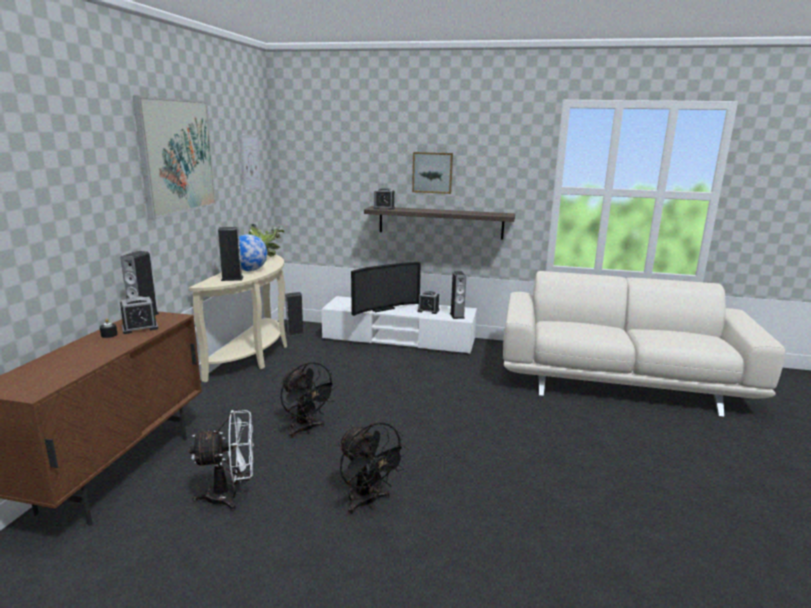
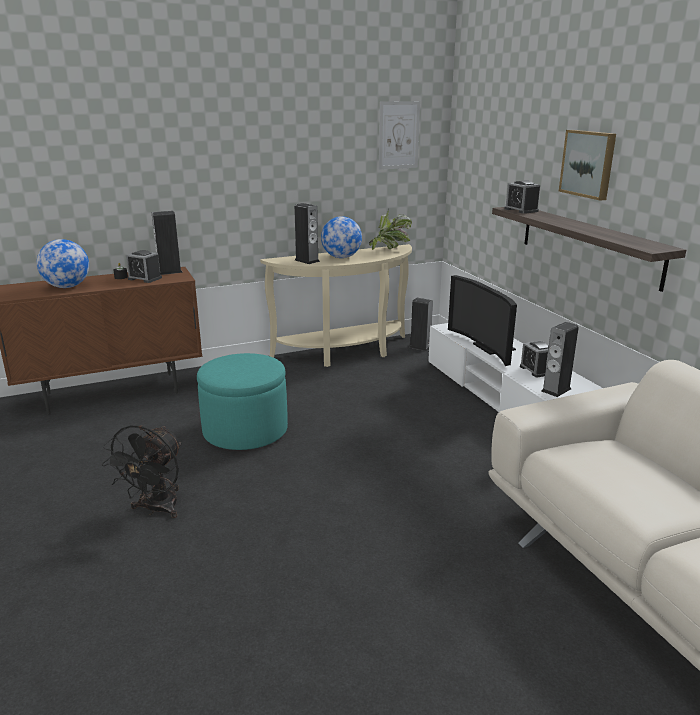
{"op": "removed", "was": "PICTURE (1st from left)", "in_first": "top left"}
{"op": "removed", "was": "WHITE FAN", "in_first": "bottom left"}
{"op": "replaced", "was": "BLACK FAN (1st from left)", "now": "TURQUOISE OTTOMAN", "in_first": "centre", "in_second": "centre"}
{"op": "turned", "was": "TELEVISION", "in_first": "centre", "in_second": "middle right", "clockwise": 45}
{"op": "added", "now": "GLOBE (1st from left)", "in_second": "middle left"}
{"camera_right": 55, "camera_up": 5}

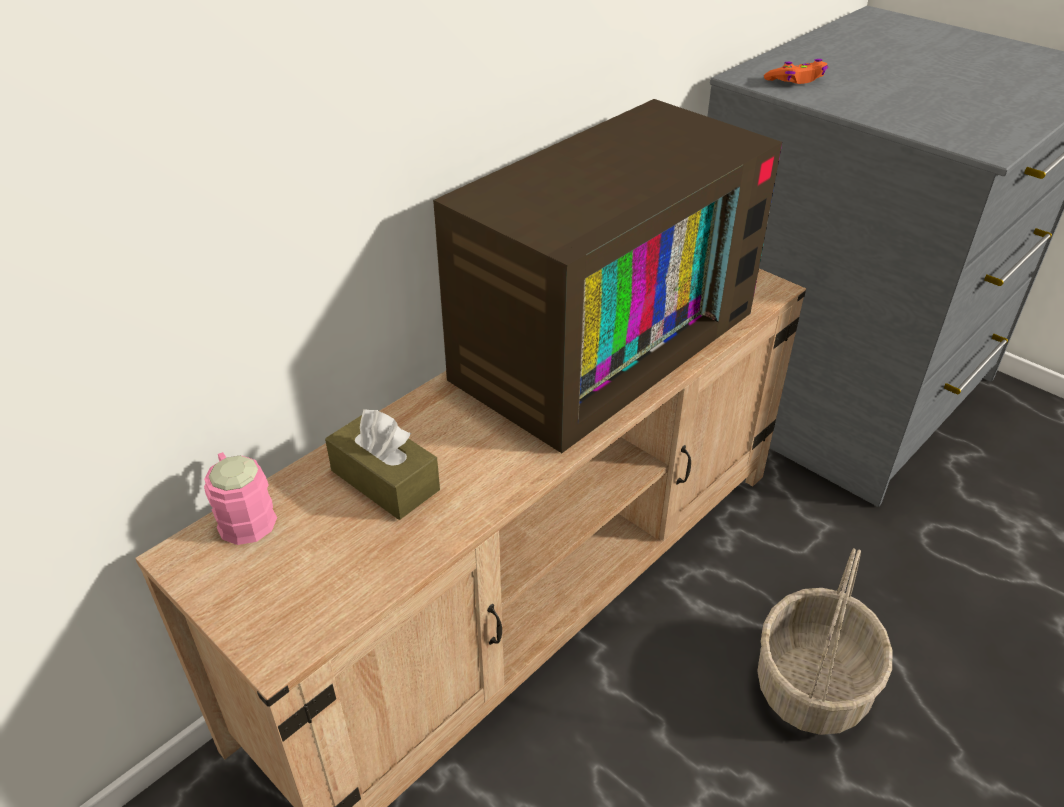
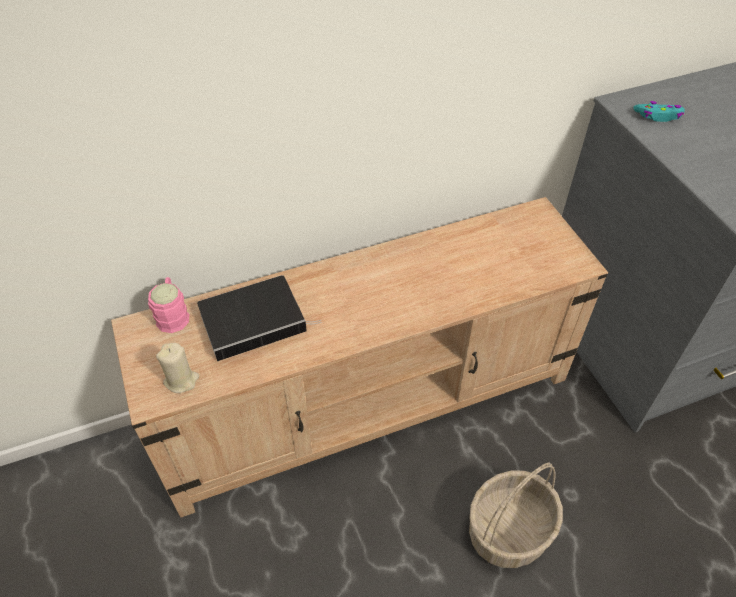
{"op": "replaced", "was": "BROWN TISSUE BOX", "now": "BOOK", "in_first": "centre", "in_second": "centre"}
{"op": "removed", "was": "TELEVISION", "in_first": "centre"}
{"op": "recoloured", "was": "ORANGE GAME CONTROLLER", "now": "TURQUOISE GAME CONTROLLER", "in_first": "top right", "in_second": "top right"}
{"op": "added", "now": "BEIGE CANDLE", "in_second": "middle left"}
{"camera_right": 25, "camera_up": 10}

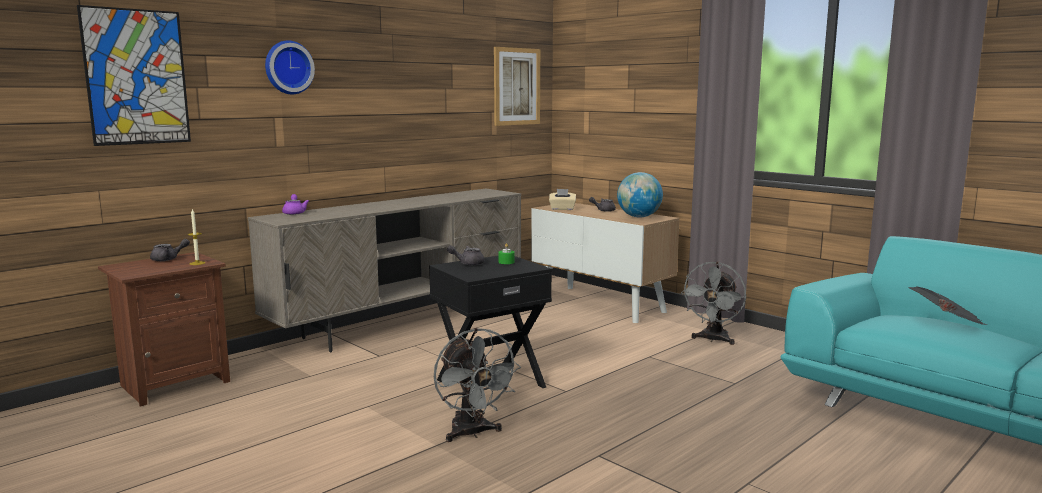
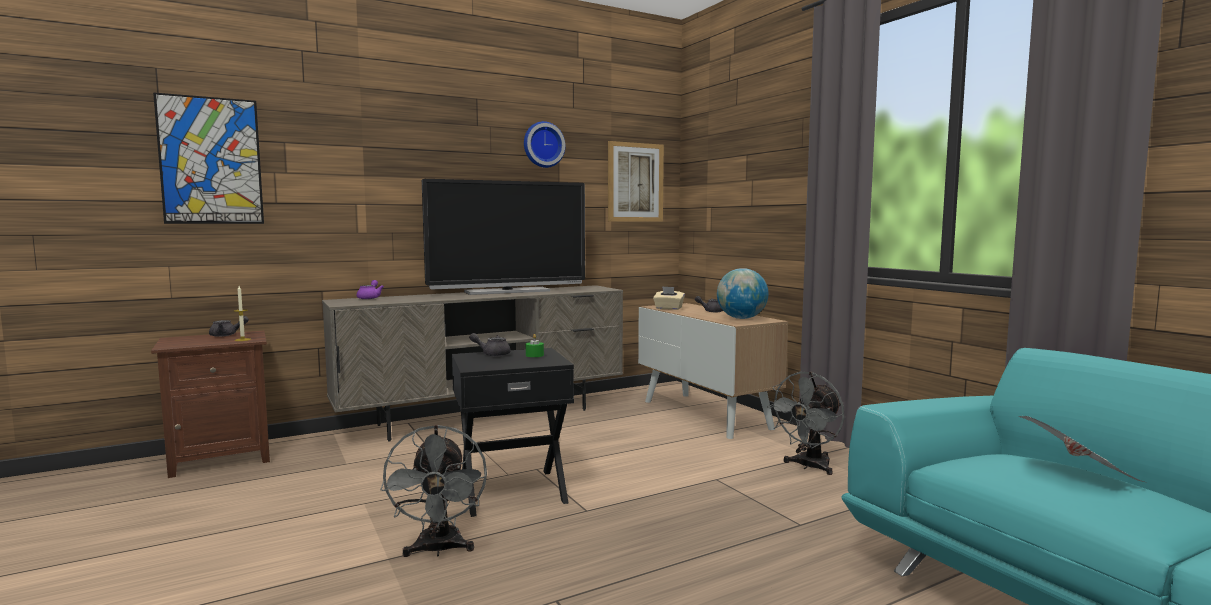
{"op": "moved", "was": "WALL CLOCK", "in_first": "top left", "in_second": "top centre"}
{"op": "added", "now": "TELEVISION", "in_second": "centre"}
{"camera_right": 15, "camera_up": -5}

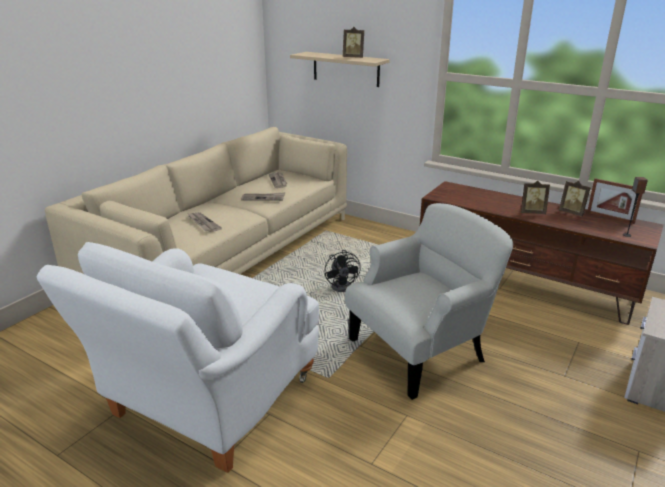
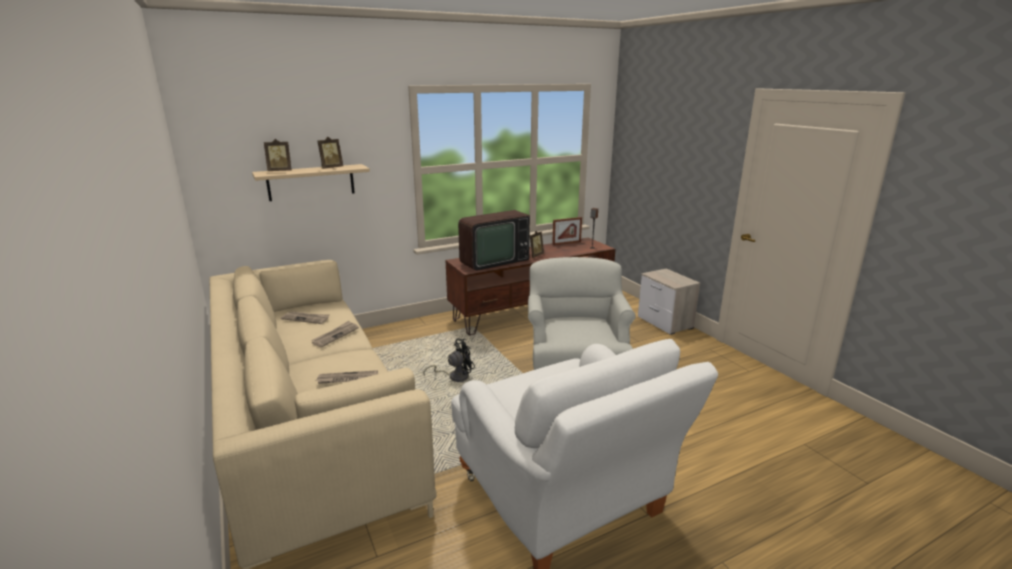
{"op": "turned", "was": "BLACK FAN", "in_first": "centre", "in_second": "centre", "clockwise": -45}
{"op": "moved", "was": "PICTURE FRAME (3rd from left in the first image)", "now": "PICTURE FRAME (1st from left)", "in_first": "middle right", "in_second": "top left"}
{"op": "added", "now": "TELEVISION", "in_second": "centre"}
{"camera_right": -60, "camera_up": -5}

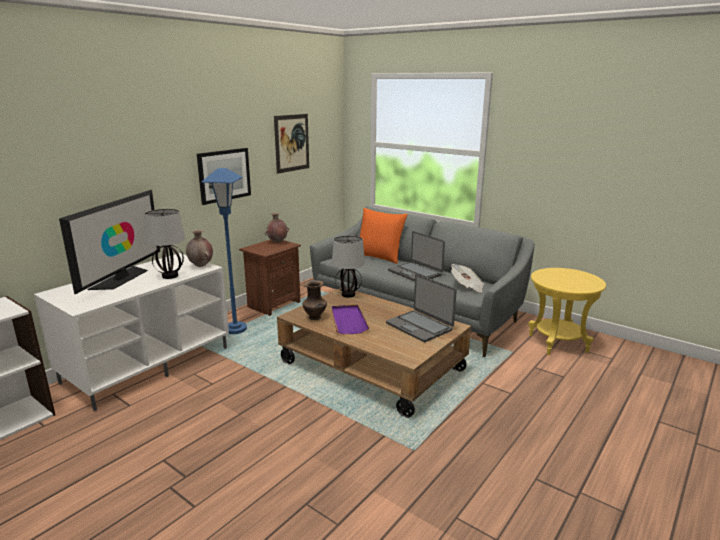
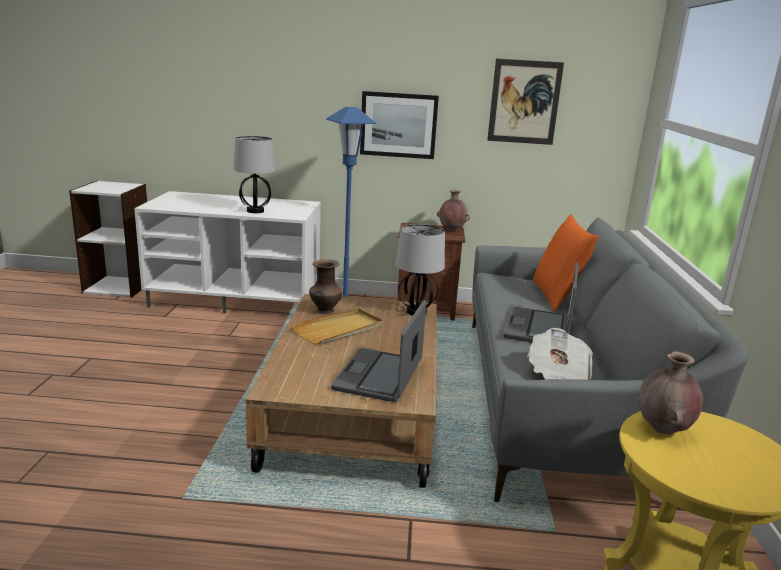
{"op": "removed", "was": "TELEVISION", "in_first": "middle left"}
{"op": "moved", "was": "BROWN VASE (1st from left in the first image)", "now": "BROWN VASE (3rd from left)", "in_first": "middle left", "in_second": "bottom right"}
{"op": "recoloured", "was": "PURPLE TRAY", "now": "BEIGE TRAY", "in_first": "centre", "in_second": "centre"}
{"camera_right": 55, "camera_up": 0}

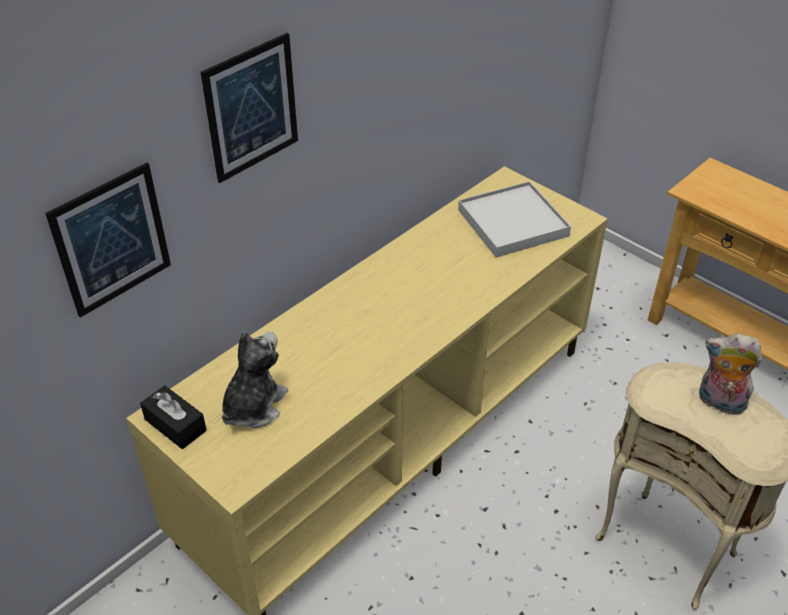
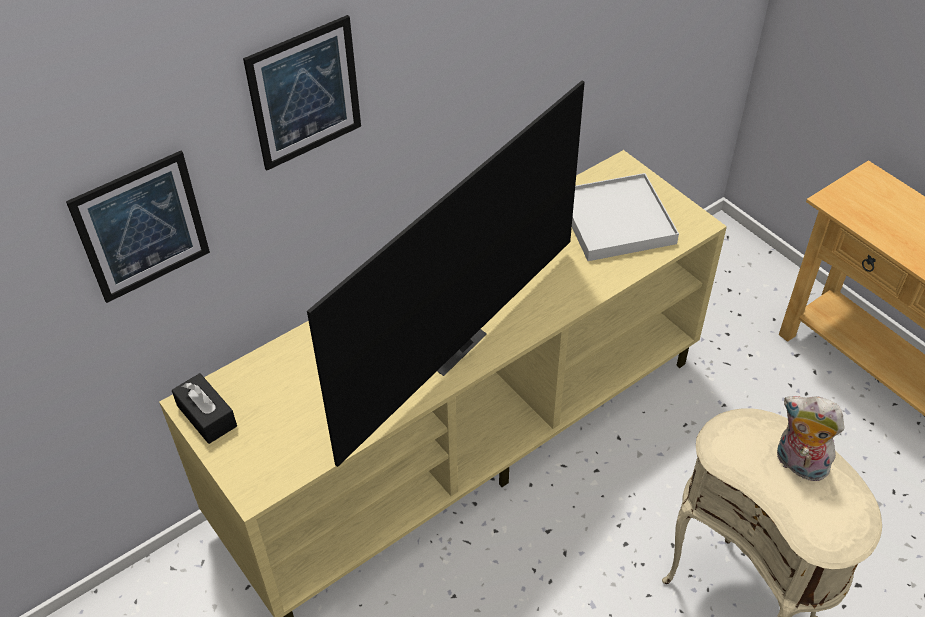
{"op": "removed", "was": "PLUSH TOY (1st from left)", "in_first": "middle left"}
{"op": "added", "now": "TELEVISION", "in_second": "centre"}
{"camera_right": 10, "camera_up": 5}

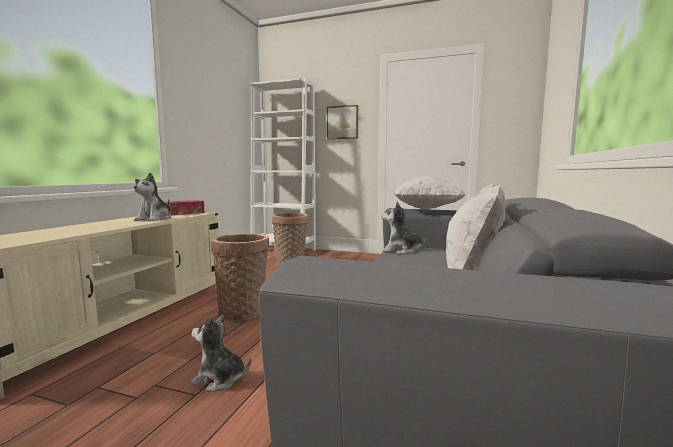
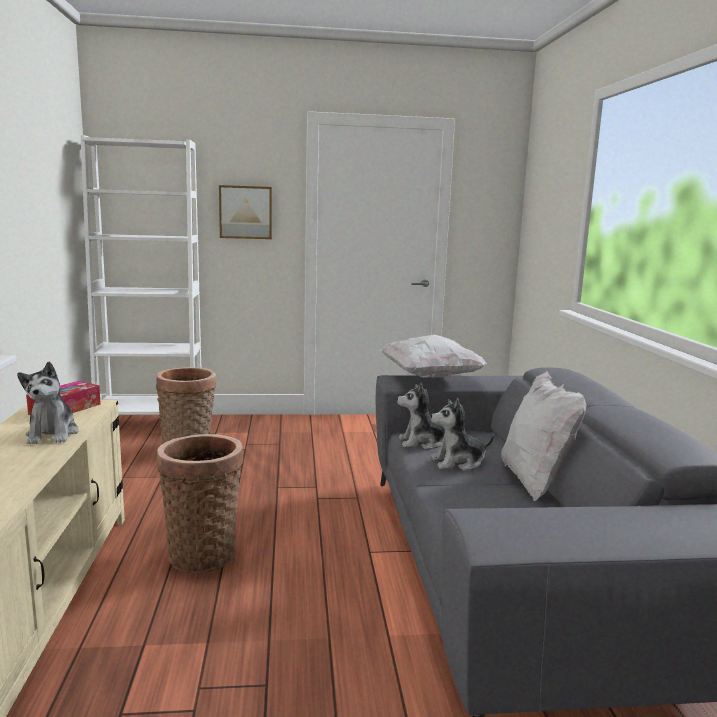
{"op": "moved", "was": "PLUSH TOY (2nd from left in the first image)", "now": "PLUSH TOY (3rd from left)", "in_first": "bottom left", "in_second": "centre"}
{"camera_right": -25, "camera_up": 5}

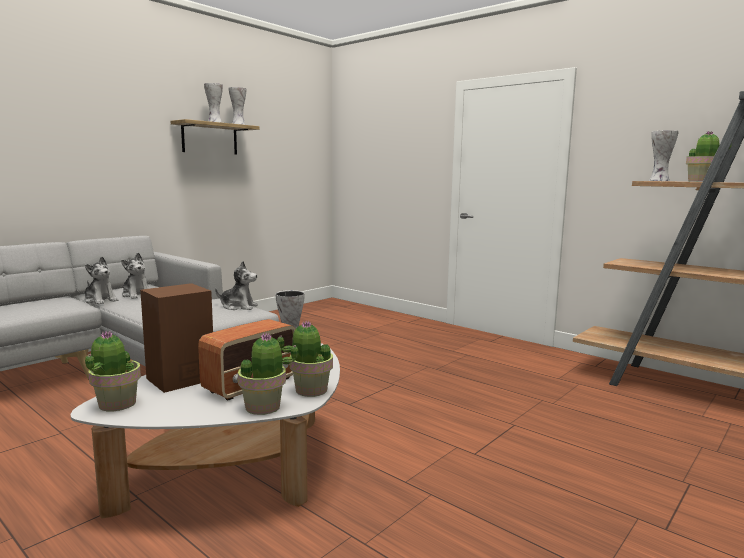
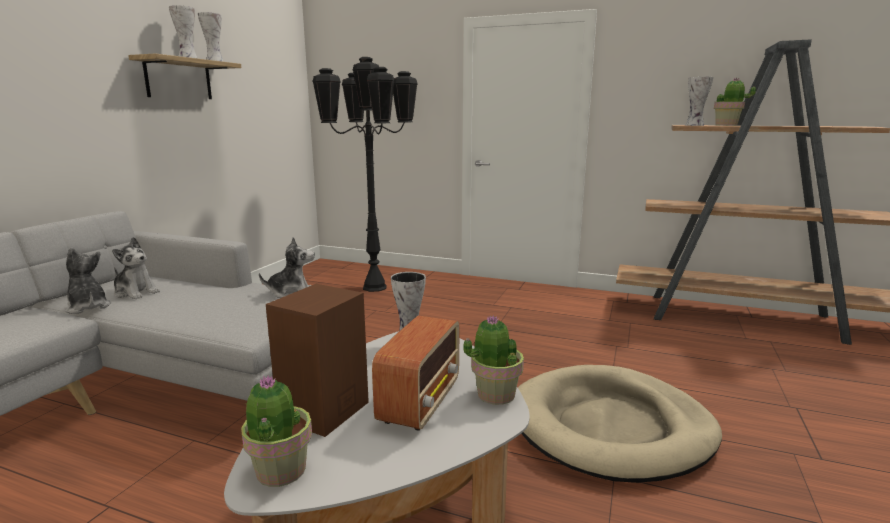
{"op": "turned", "was": "PLUSH TOY (1st from left)", "in_first": "middle left", "in_second": "middle left", "clockwise": -150}
{"op": "removed", "was": "POTTED PLANT (2nd from left)", "in_first": "bottom centre"}
{"op": "added", "now": "BLACK FLOOR LAMP", "in_second": "top centre"}
{"op": "added", "now": "BEIGE DOG BED", "in_second": "bottom right"}
{"camera_right": -20, "camera_up": 5}

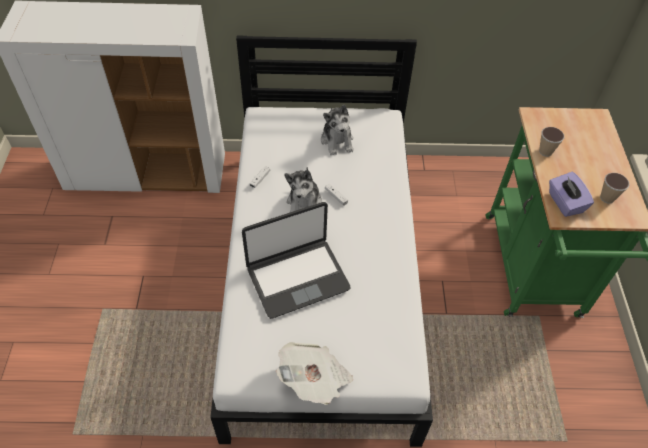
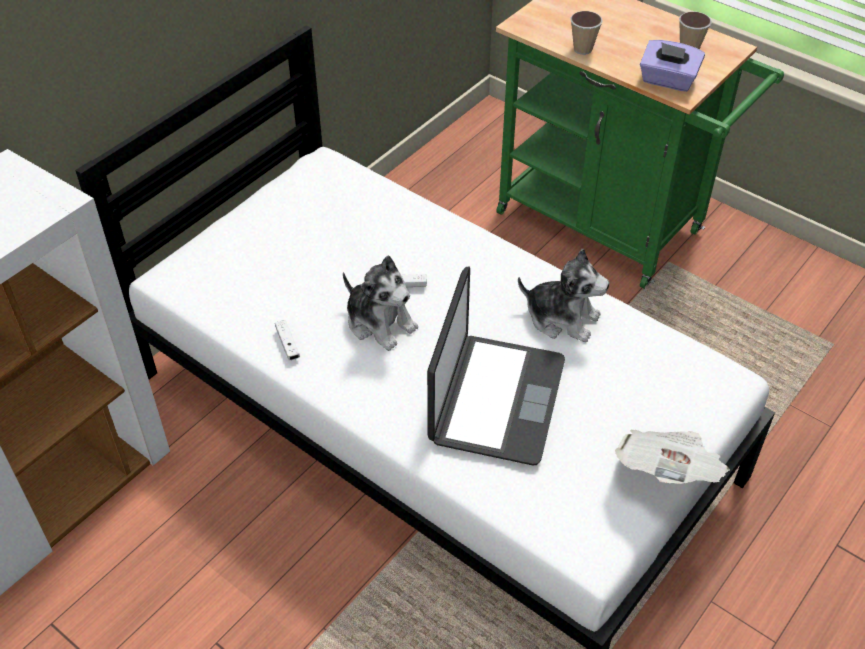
{"op": "moved", "was": "PLUSH TOY (2nd from left)", "in_first": "top centre", "in_second": "centre"}
{"camera_right": -50, "camera_up": -5}

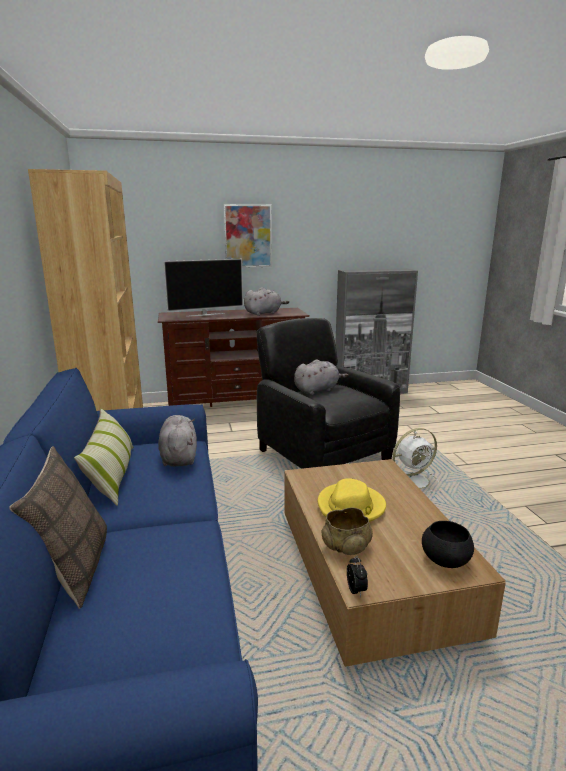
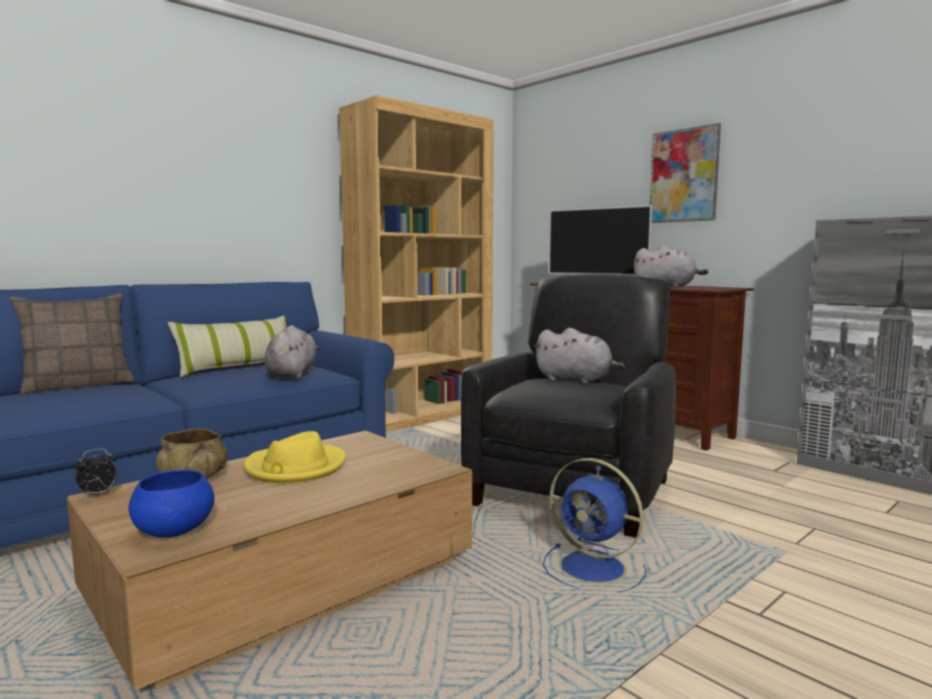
{"op": "turned", "was": "GREY PLUSH TOY (1st from left)", "in_first": "middle left", "in_second": "middle left", "clockwise": -45}
{"op": "recoloured", "was": "WHITE FAN", "now": "BLUE FAN", "in_first": "middle right", "in_second": "bottom centre"}
{"op": "recoloured", "was": "BLACK BOWL", "now": "BLUE BOWL", "in_first": "bottom right", "in_second": "bottom left"}
{"camera_right": 60, "camera_up": -10}

